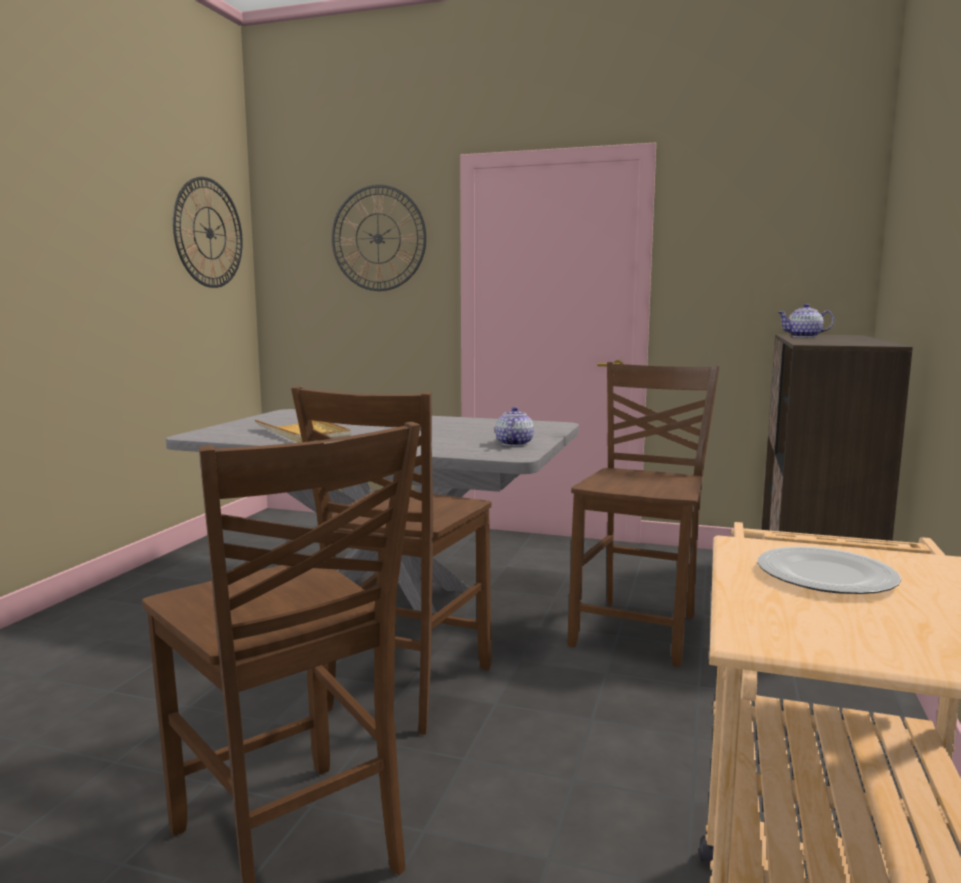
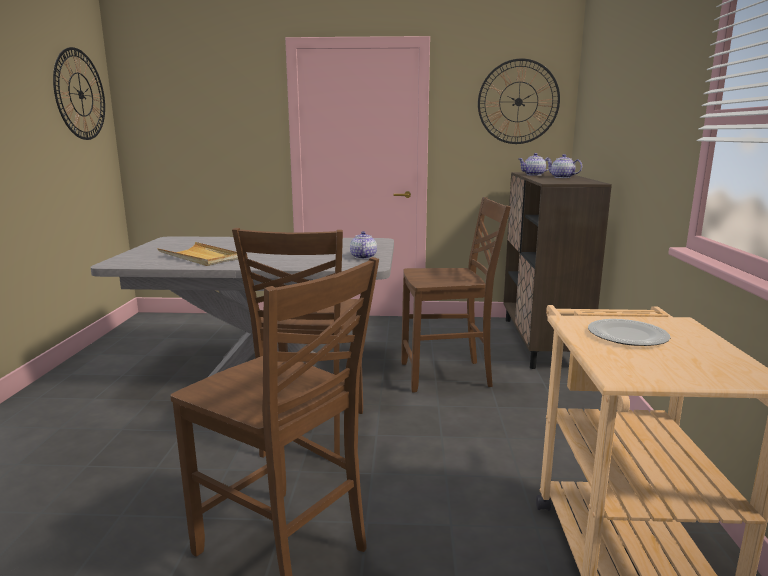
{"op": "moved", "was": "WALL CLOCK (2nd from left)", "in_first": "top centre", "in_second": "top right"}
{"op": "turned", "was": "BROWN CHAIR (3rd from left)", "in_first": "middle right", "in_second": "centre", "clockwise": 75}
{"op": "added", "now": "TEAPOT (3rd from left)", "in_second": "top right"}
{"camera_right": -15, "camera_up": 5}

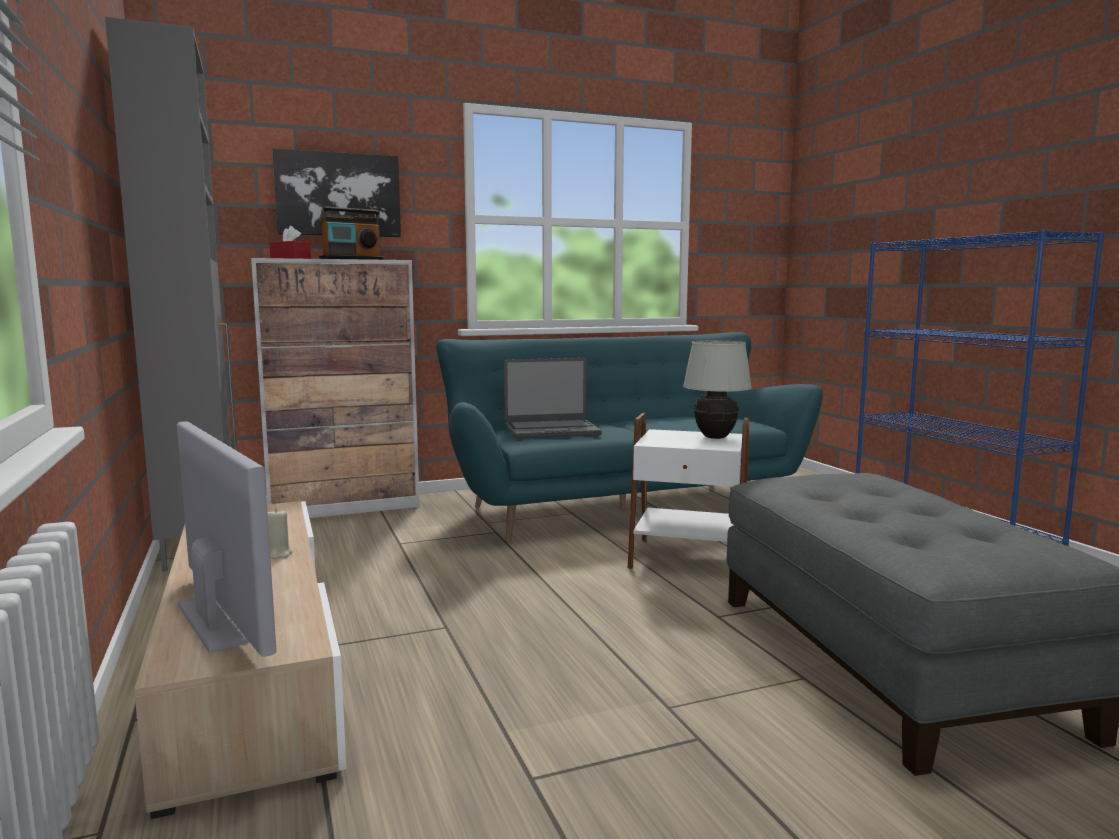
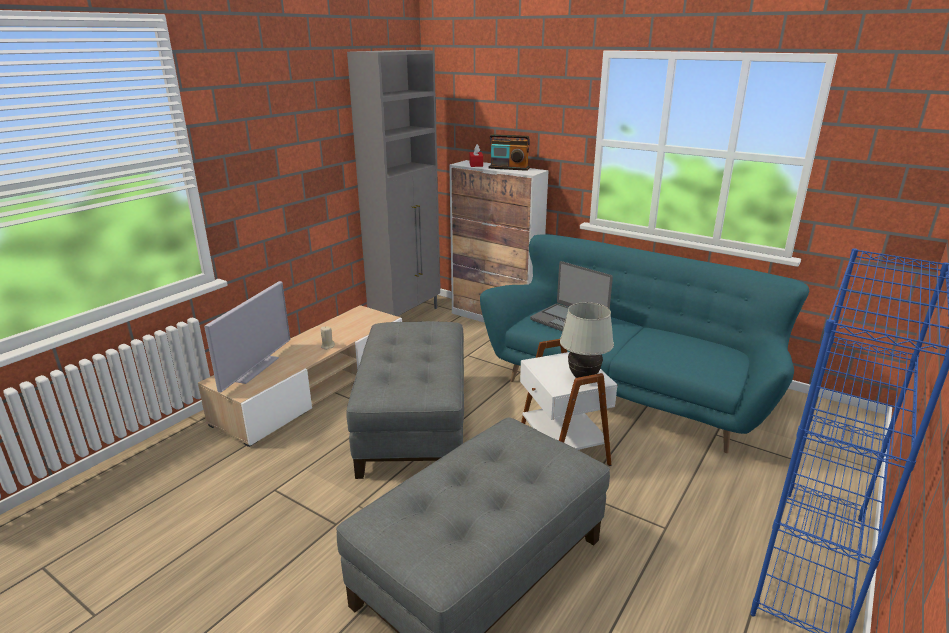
{"op": "removed", "was": "PICTURE", "in_first": "top left"}
{"op": "added", "now": "GREY OTTOMAN (1st from left)", "in_second": "centre"}
{"camera_right": 55, "camera_up": 15}

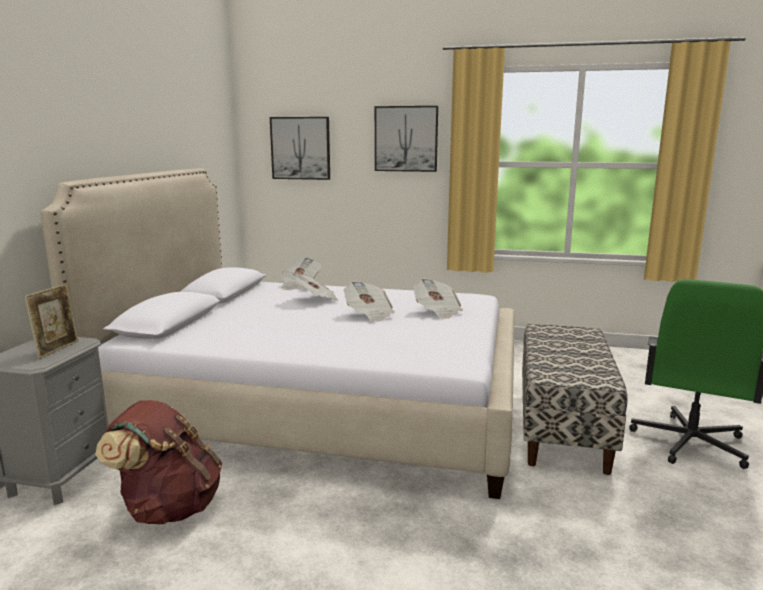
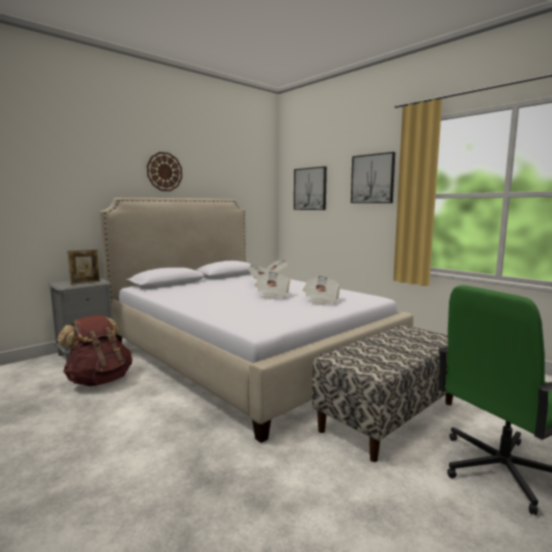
{"op": "added", "now": "WALL CLOCK", "in_second": "top left"}
{"camera_right": 35, "camera_up": -5}

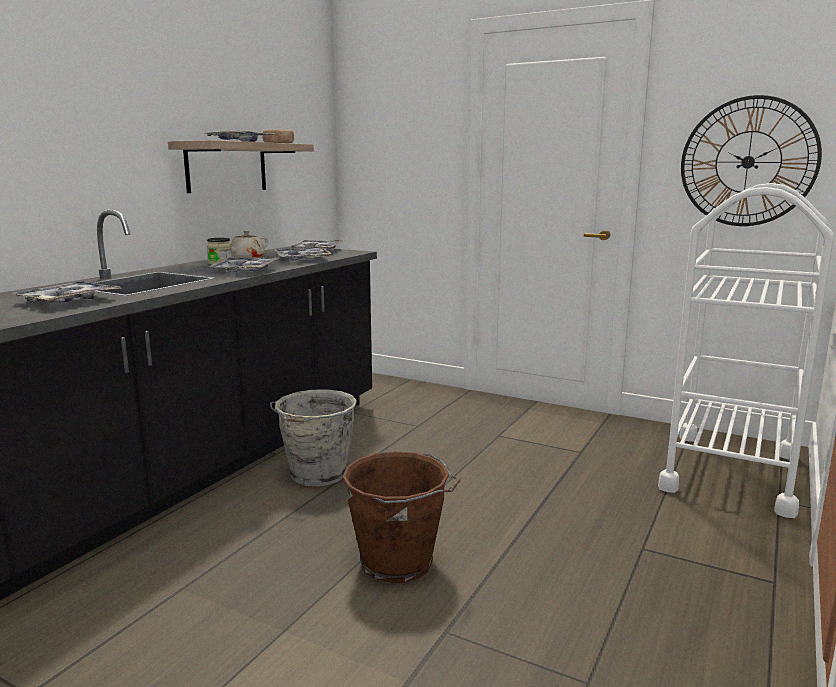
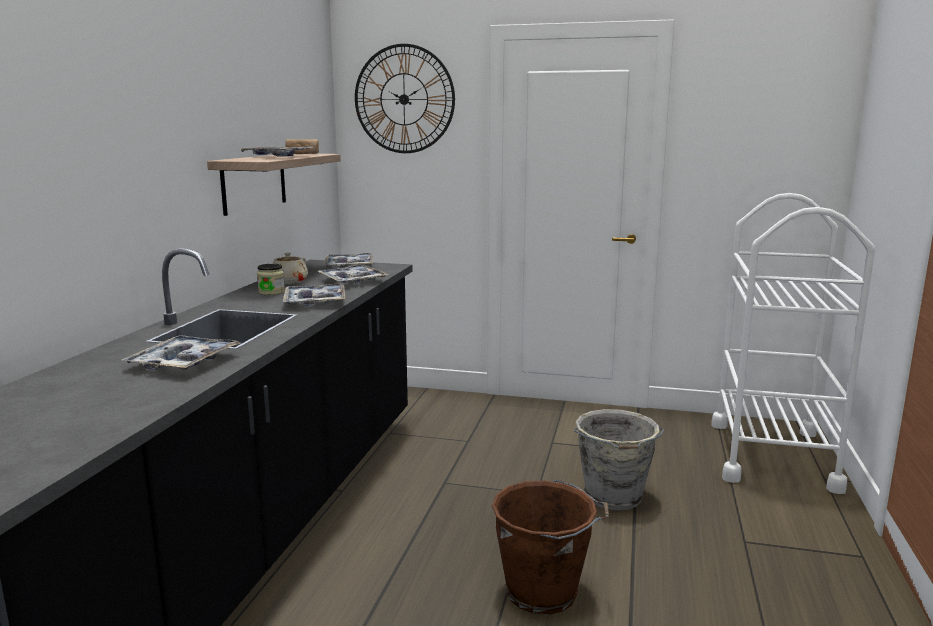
{"op": "moved", "was": "GREY BUCKET", "in_first": "centre", "in_second": "bottom centre"}
{"op": "moved", "was": "WALL CLOCK", "in_first": "top right", "in_second": "top centre"}
{"camera_right": -15, "camera_up": 0}

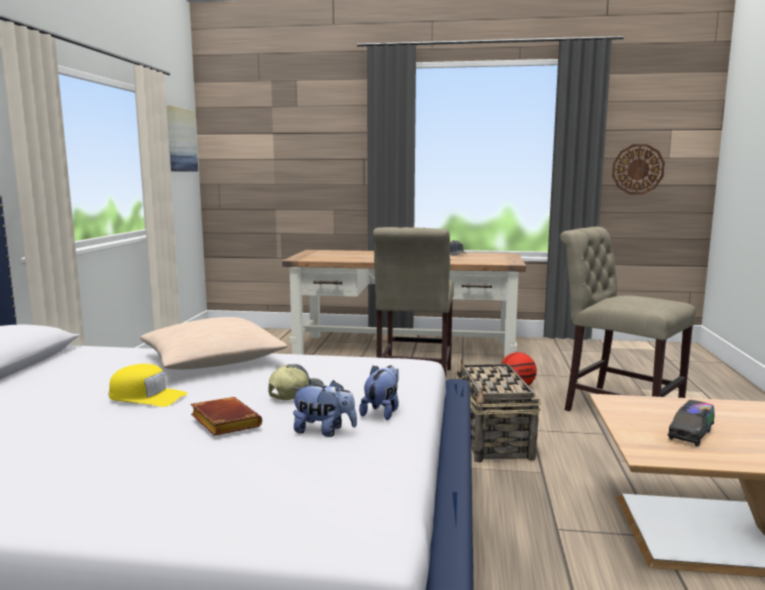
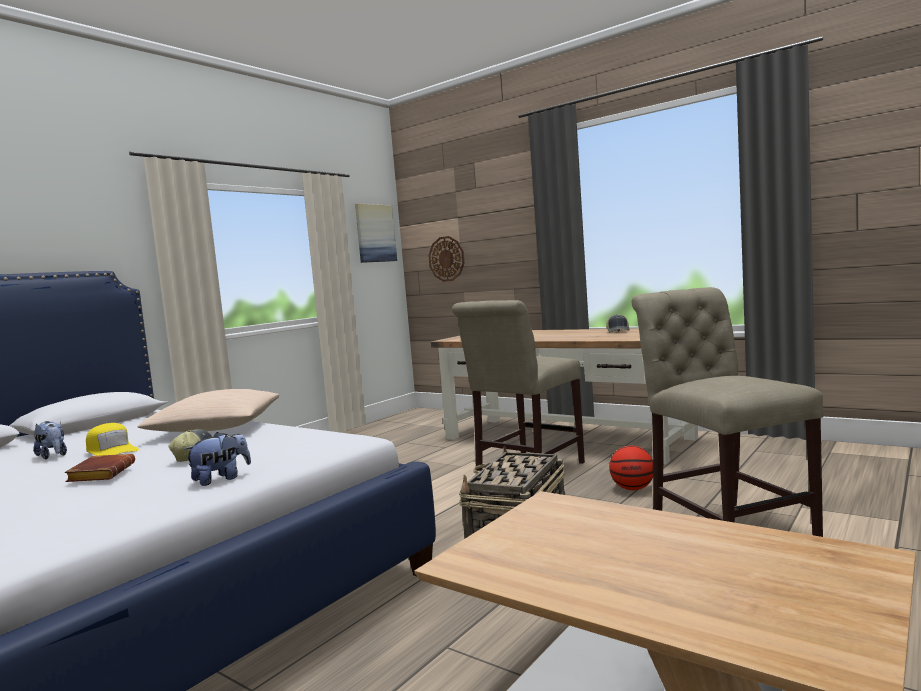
{"op": "moved", "was": "PLUSH TOY (1st from left)", "in_first": "bottom centre", "in_second": "middle left"}
{"op": "moved", "was": "WALL CLOCK", "in_first": "top right", "in_second": "centre"}
{"op": "removed", "was": "TOY TRUCK", "in_first": "bottom right"}
{"camera_right": 30, "camera_up": -5}

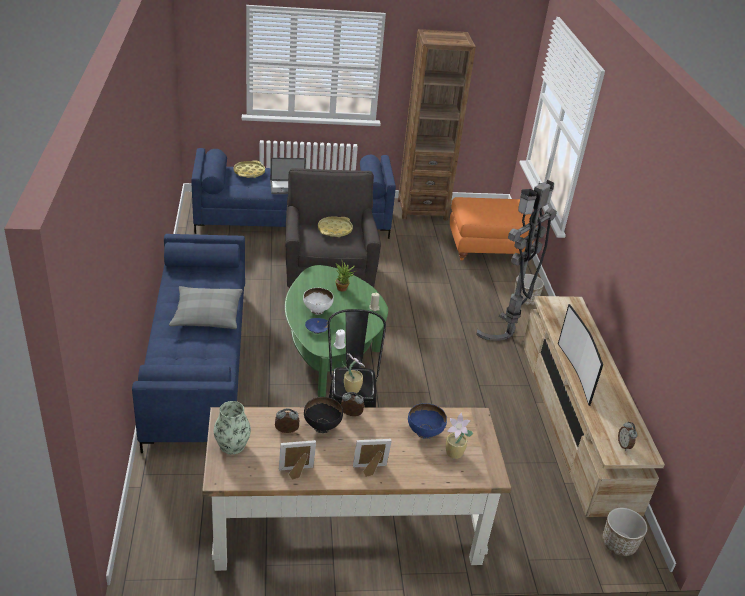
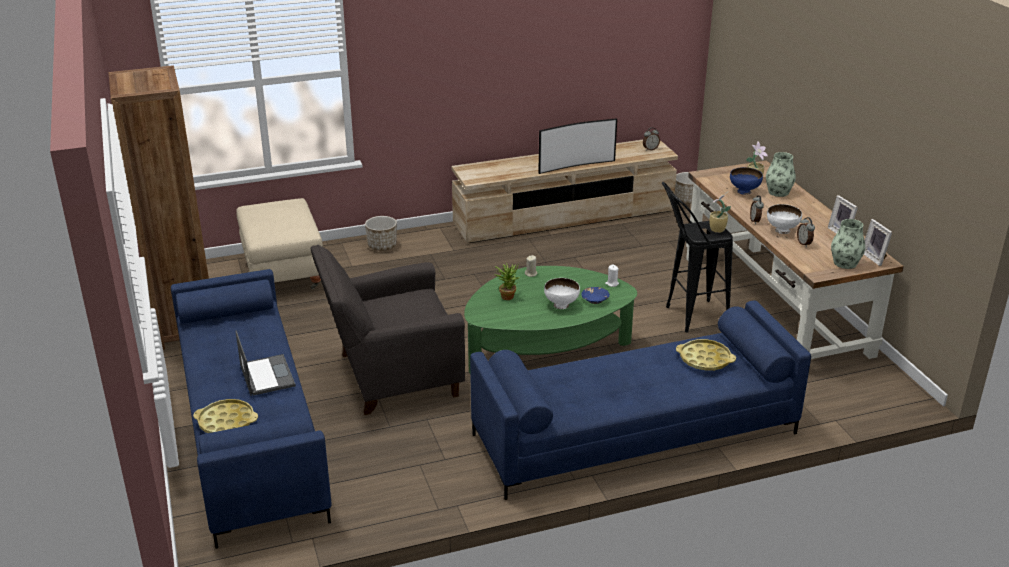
{"op": "removed", "was": "GREY PILLOW", "in_first": "middle left"}
{"op": "recoloured", "was": "BLACK BOWL", "now": "WHITE BOWL (2nd from left)", "in_first": "bottom centre", "in_second": "middle right"}
{"op": "moved", "was": "YELLOW TRAY (2nd from left)", "in_first": "centre", "in_second": "middle right"}
{"op": "moved", "was": "PICTURE FRAME (2nd from left)", "in_first": "bottom centre", "in_second": "middle right"}
{"op": "recoloured", "was": "ORANGE OTTOMAN", "now": "BEIGE OTTOMAN", "in_first": "centre", "in_second": "middle left"}
{"op": "removed", "was": "GREY FLOOR LAMP", "in_first": "middle right"}
{"op": "added", "now": "VASE (1st from left)", "in_second": "top right"}
{"camera_right": -100, "camera_up": -5}

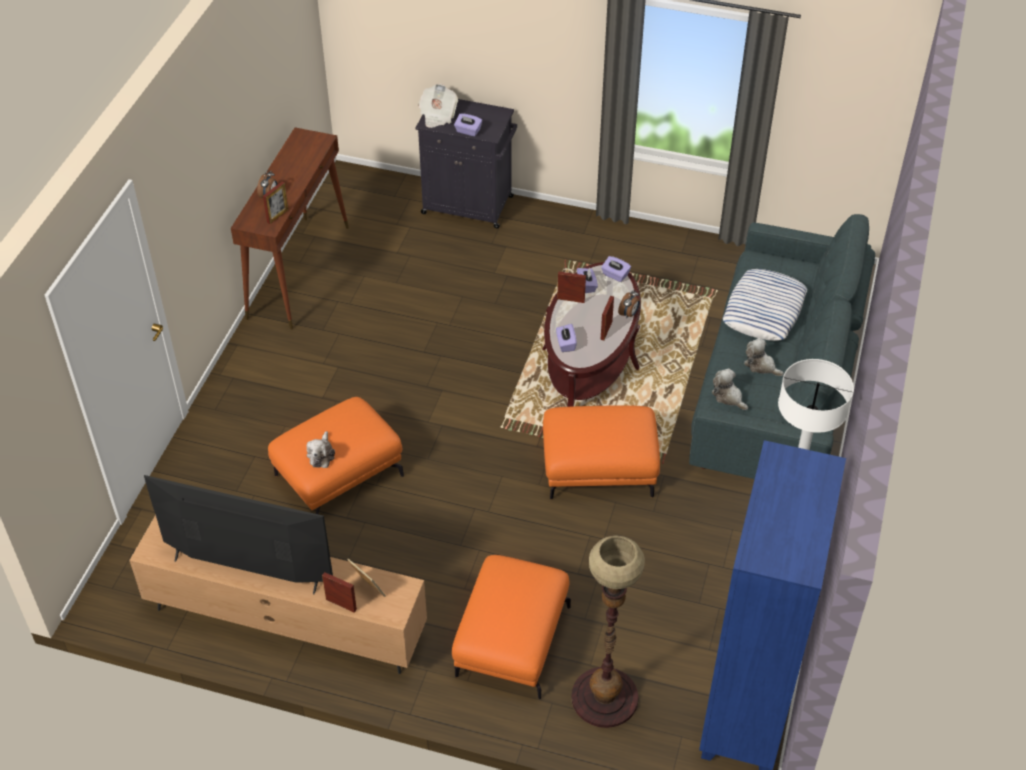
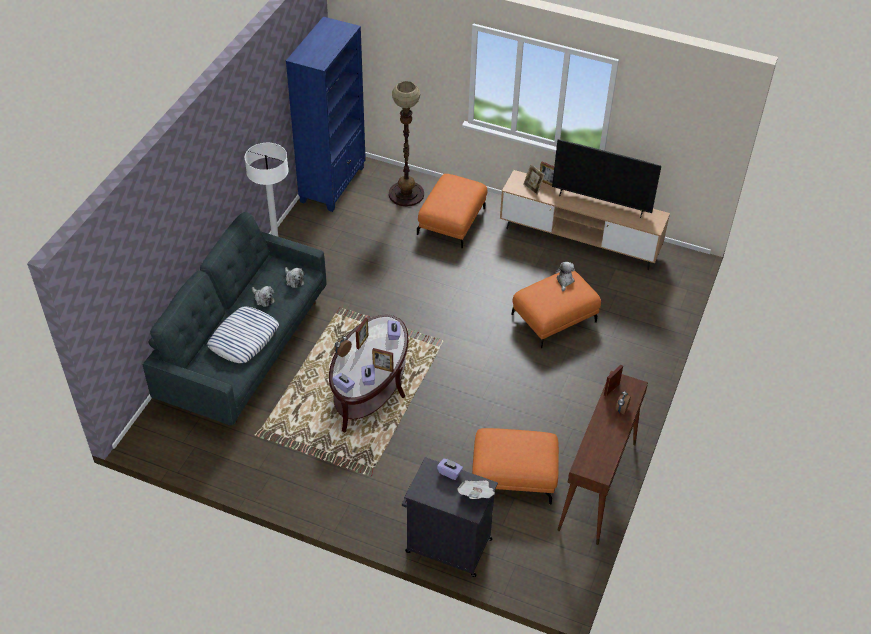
{"op": "moved", "was": "ORANGE OTTOMAN (3rd from left in the first image)", "now": "ORANGE OTTOMAN (2nd from left)", "in_first": "centre", "in_second": "bottom centre"}
{"camera_right": -175, "camera_up": 0}

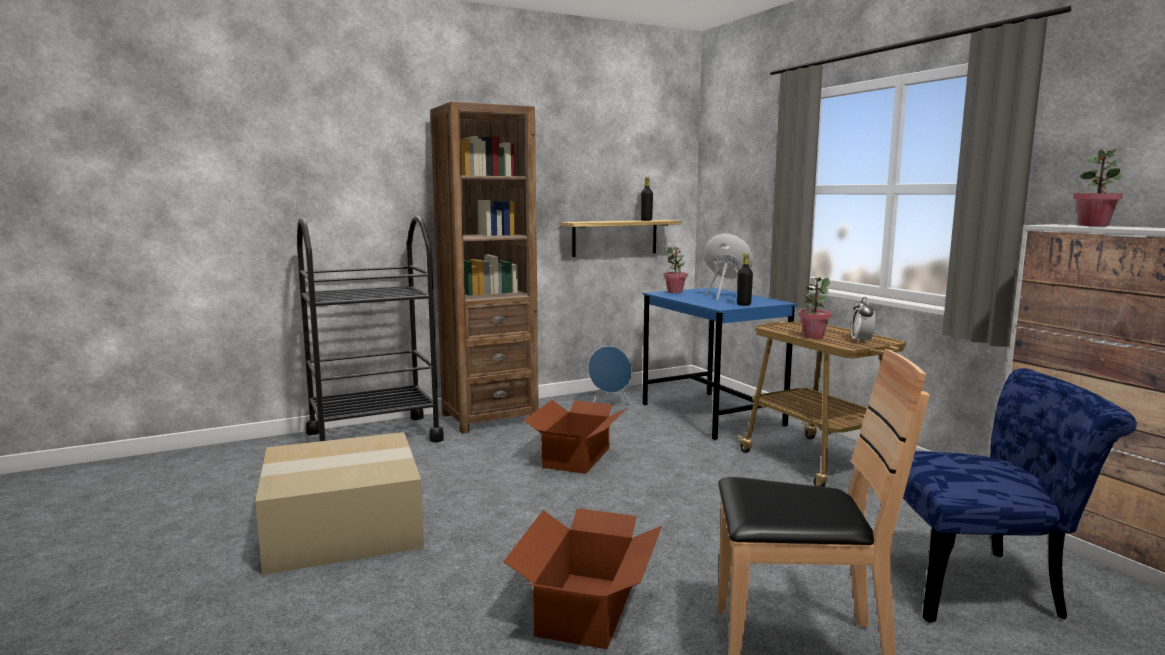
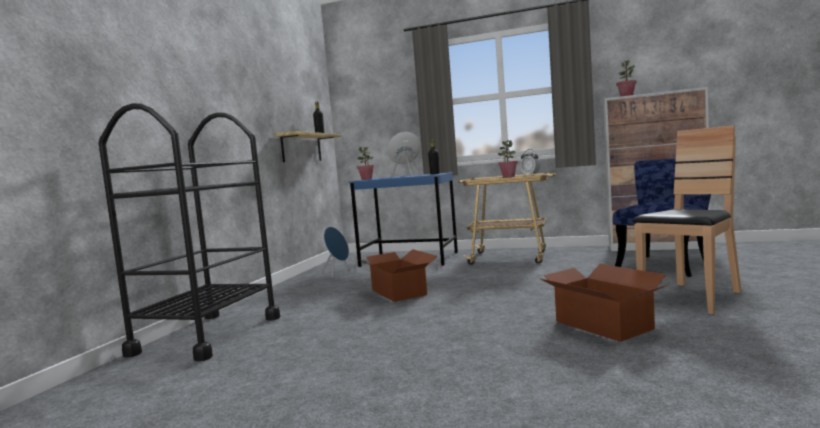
{"op": "removed", "was": "CARDBOARD BOX (1st from left)", "in_first": "bottom left"}
{"op": "removed", "was": "BROWN BOOKCASE", "in_first": "centre"}
{"camera_right": -45, "camera_up": -5}

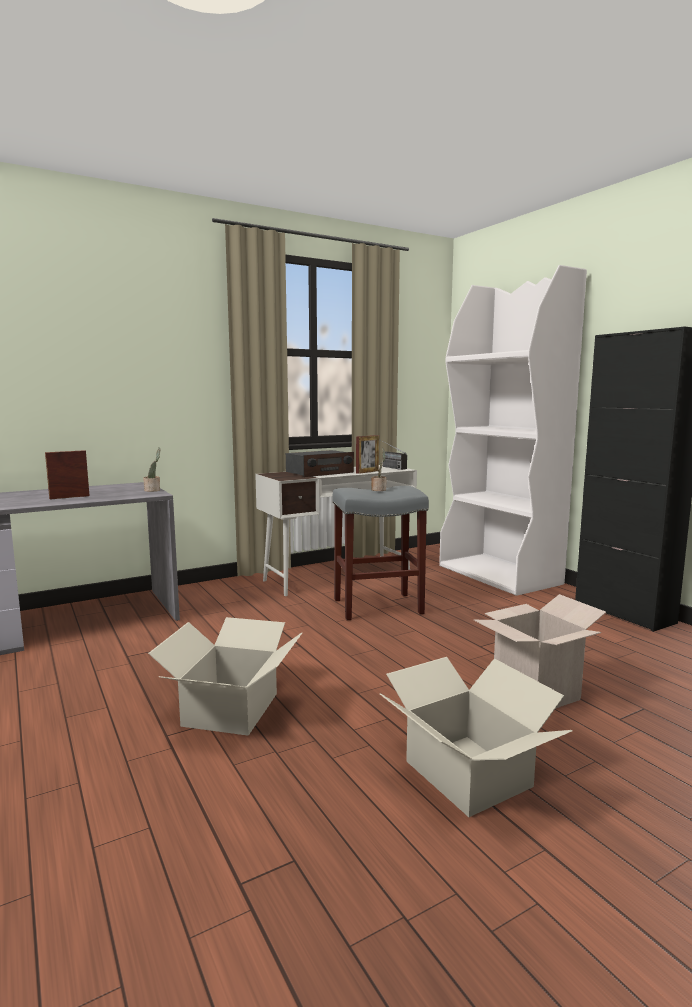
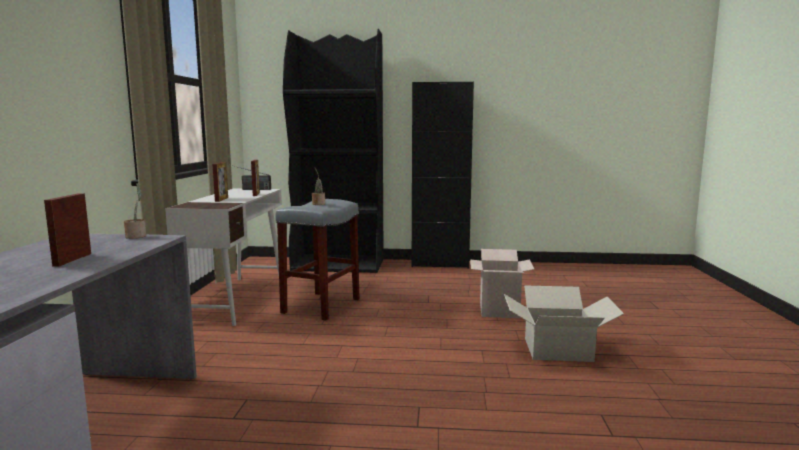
{"op": "removed", "was": "CARDBOARD BOX (1st from left)", "in_first": "bottom left"}
{"op": "replaced", "was": "RADIO (1st from left)", "now": "PICTURE FRAME (2nd from left)", "in_first": "centre", "in_second": "middle left"}
{"op": "recoloured", "was": "WHITE BOOKCASE", "now": "BLACK BOOKCASE", "in_first": "middle right", "in_second": "centre"}
{"camera_right": -55, "camera_up": 0}

